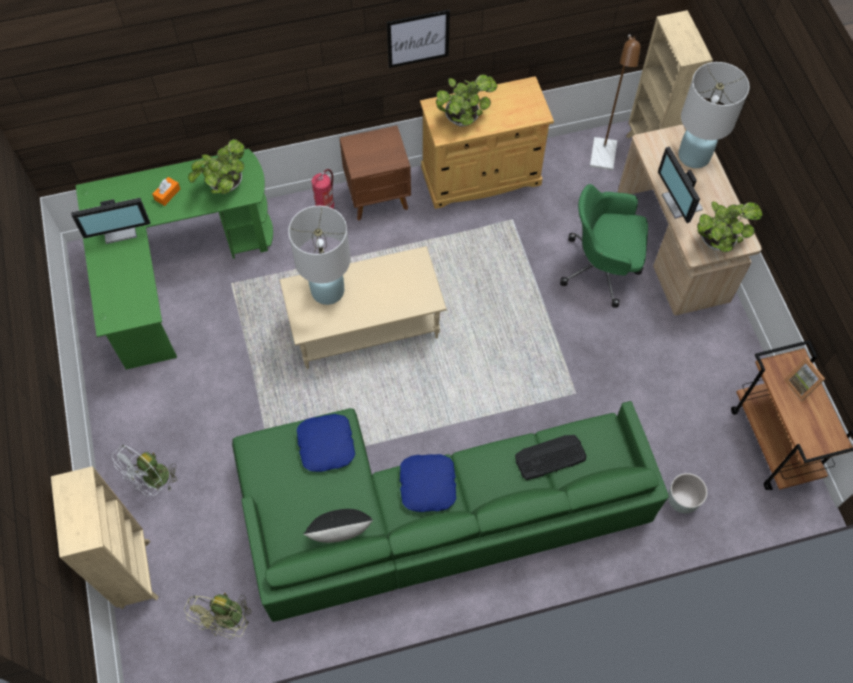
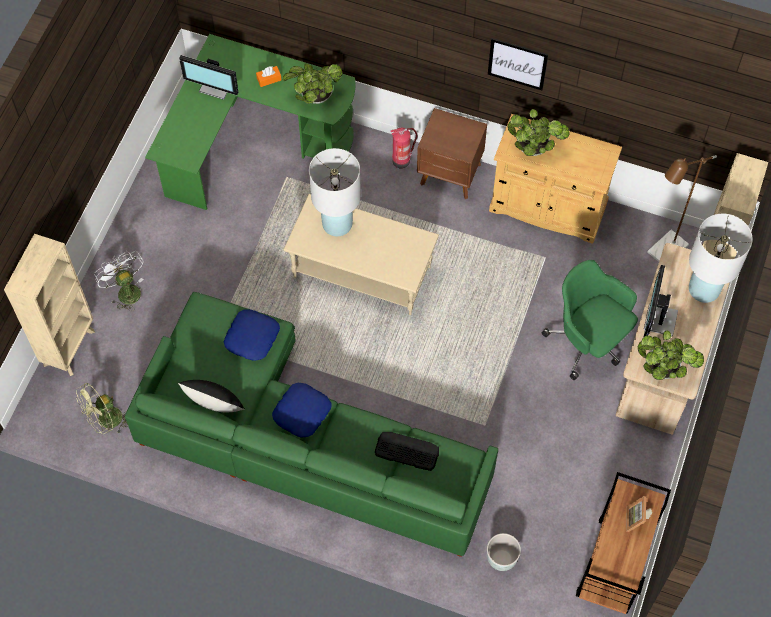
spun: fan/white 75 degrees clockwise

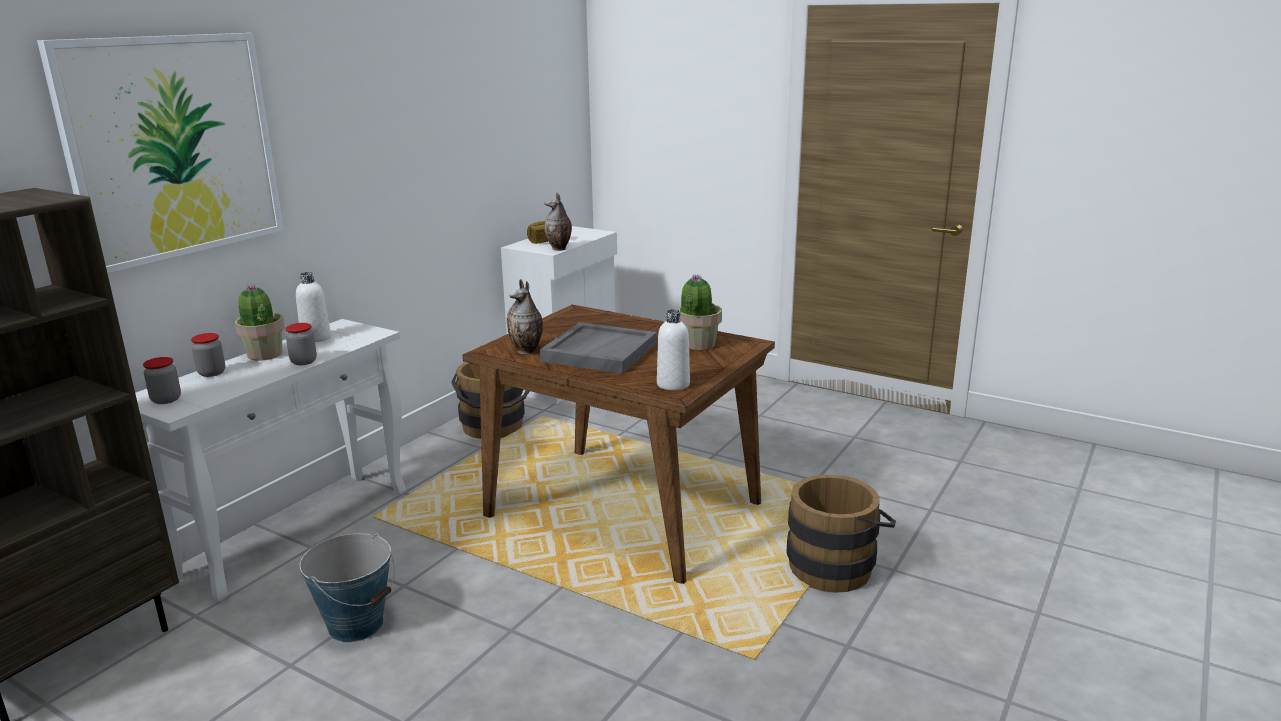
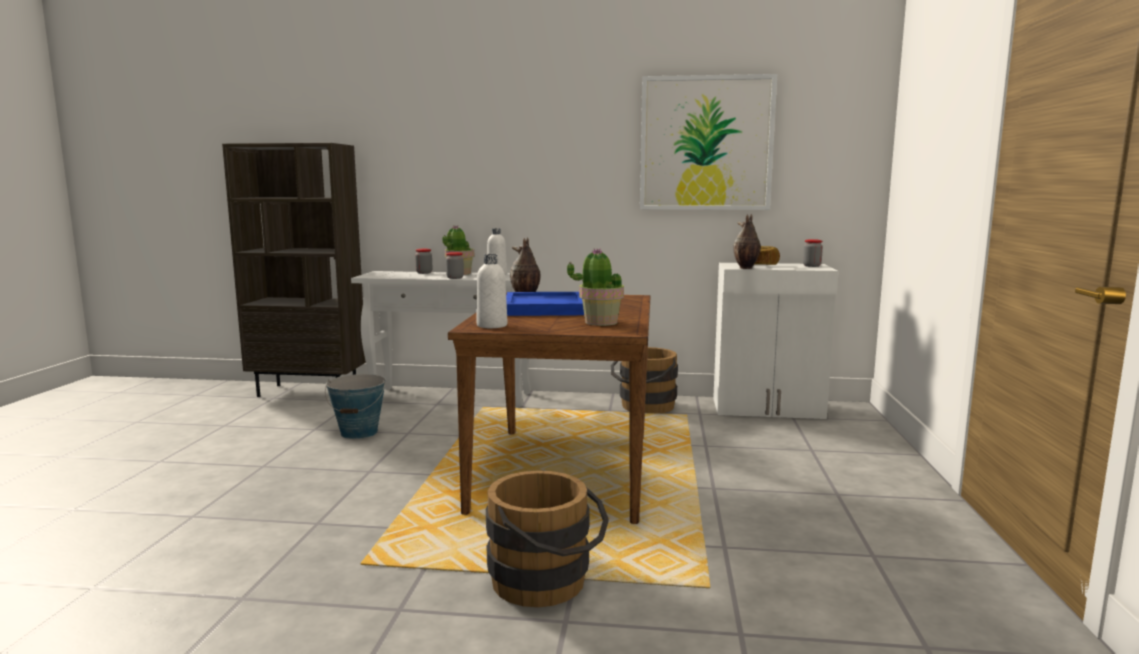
relocated: picture; jar (no. 1 from left in the first image) to jar (no. 3 from left)
colour: tray/grey to tray/blue

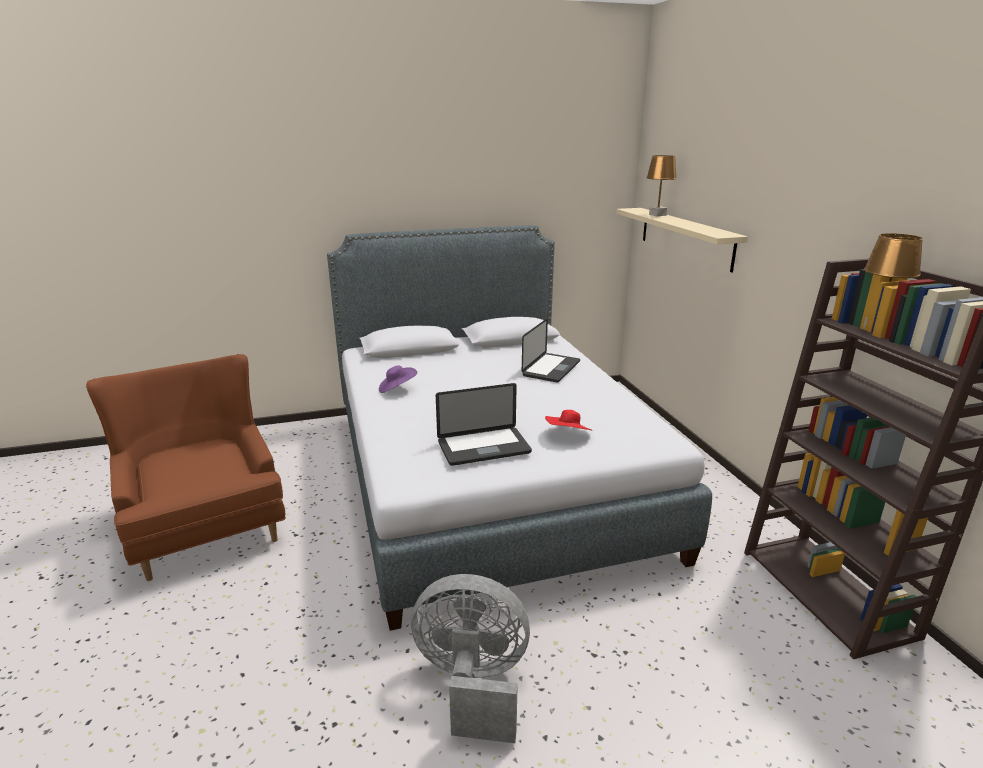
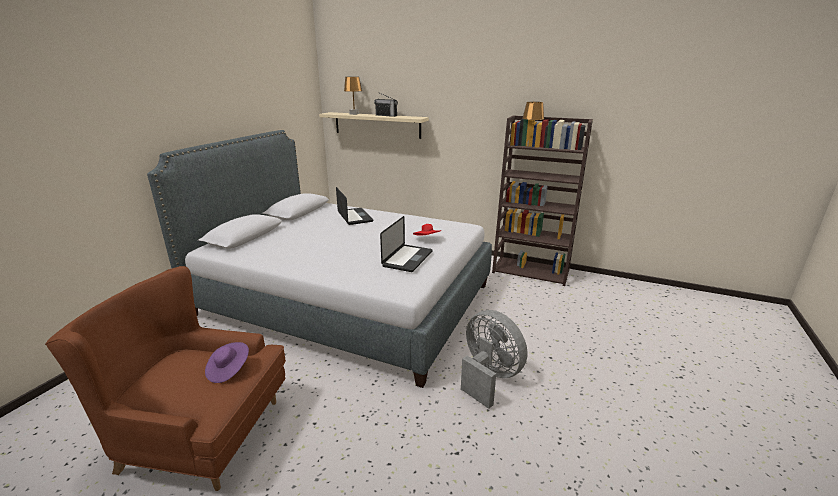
appeared: radio
relocated: hat/purple
spun: fan/grey 90 degrees clockwise

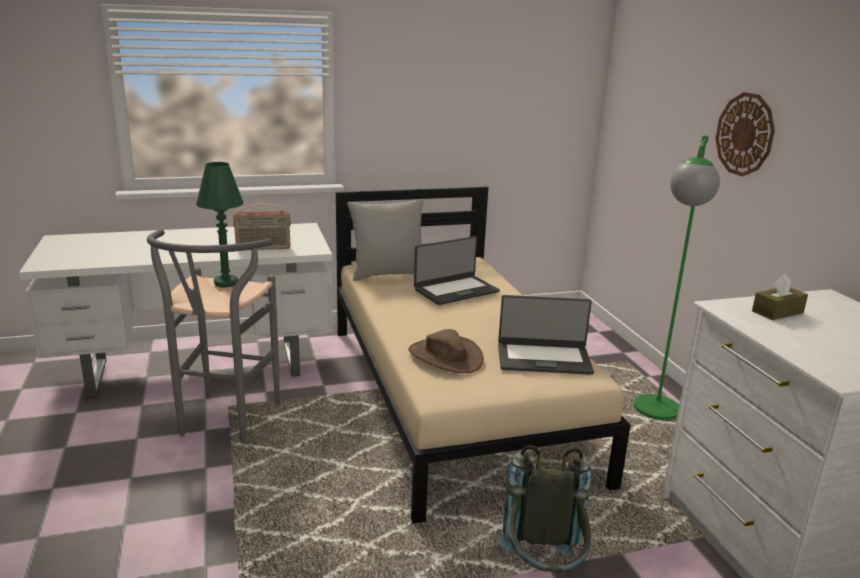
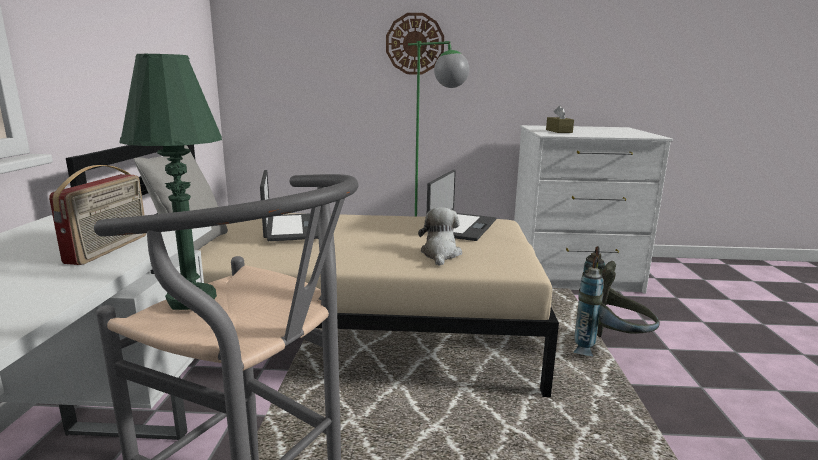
exchanged: hat/brown to plush toy

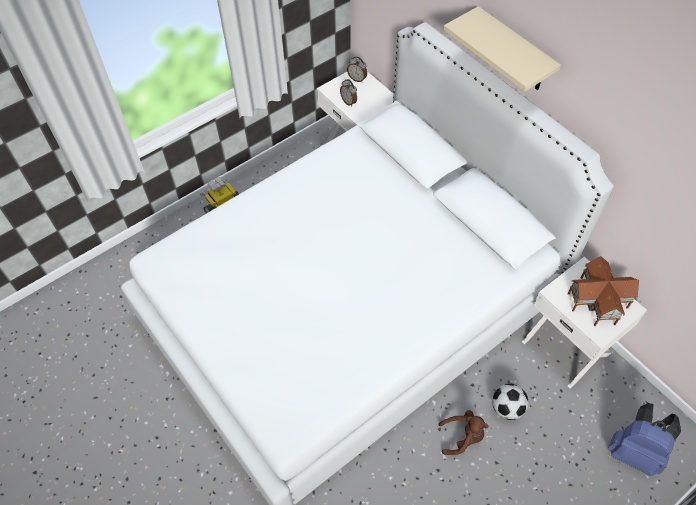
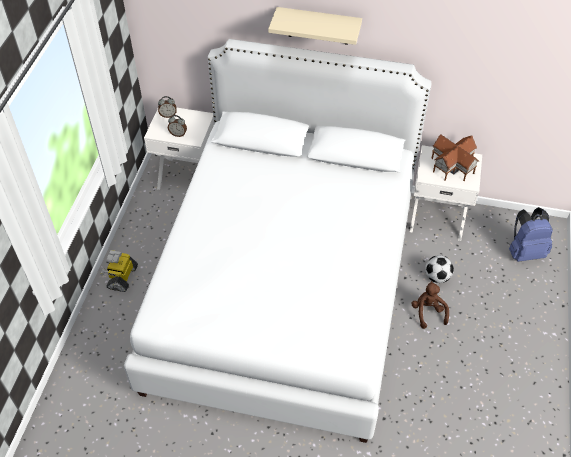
spun: plush toy/brown 60 degrees counterclockwise

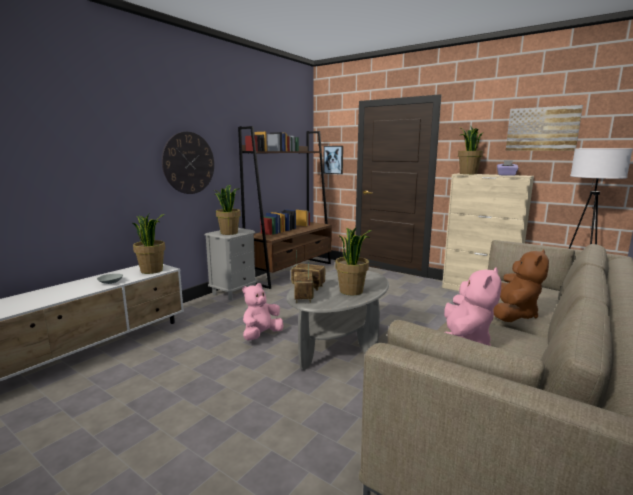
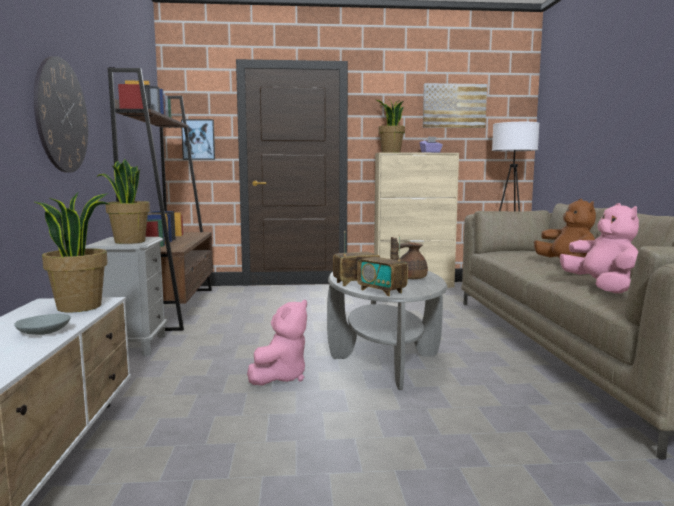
exchanged: potted plant (no. 3 from left) to teapot/brown
spun: plush toy/pink (no. 1 from left) 150 degrees counterclockwise

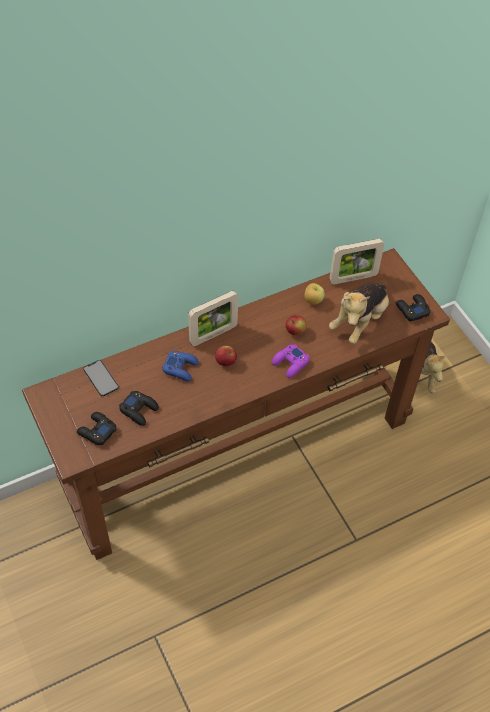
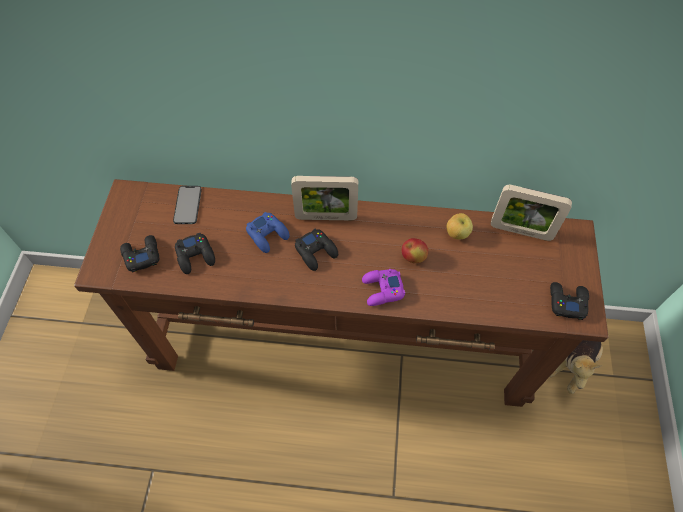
missing: plush toy (no. 1 from left)
exchanged: apple (no. 1 from left) to game controller/black (no. 3 from left)

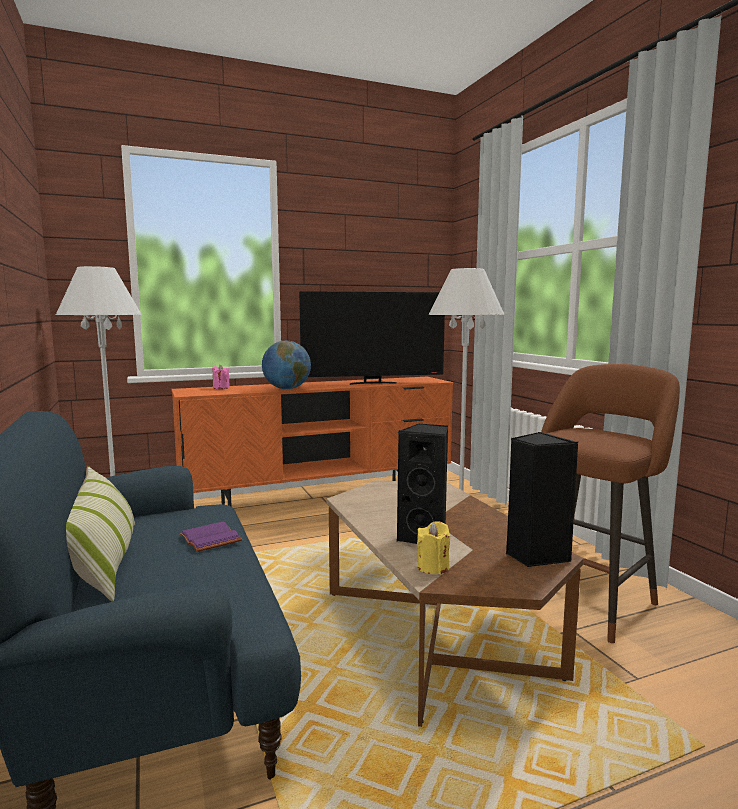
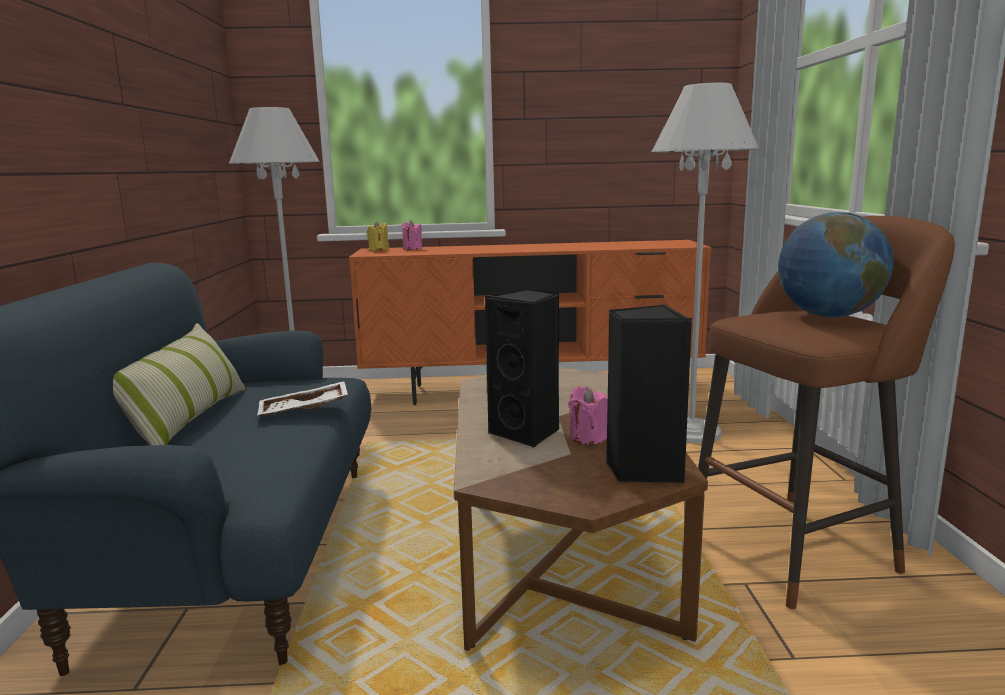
missing: television
appeared: candle/pink (no. 2 from left)
relocated: globe; candle/yellow
exchanged: book/purple to tray/white

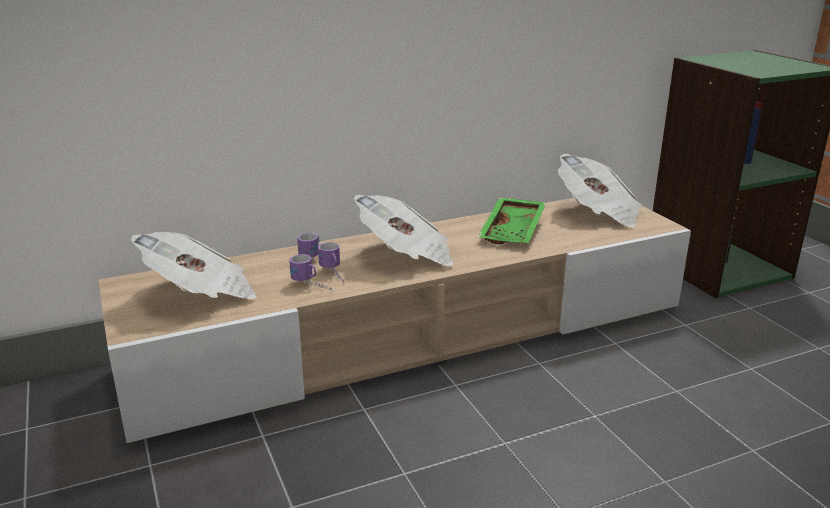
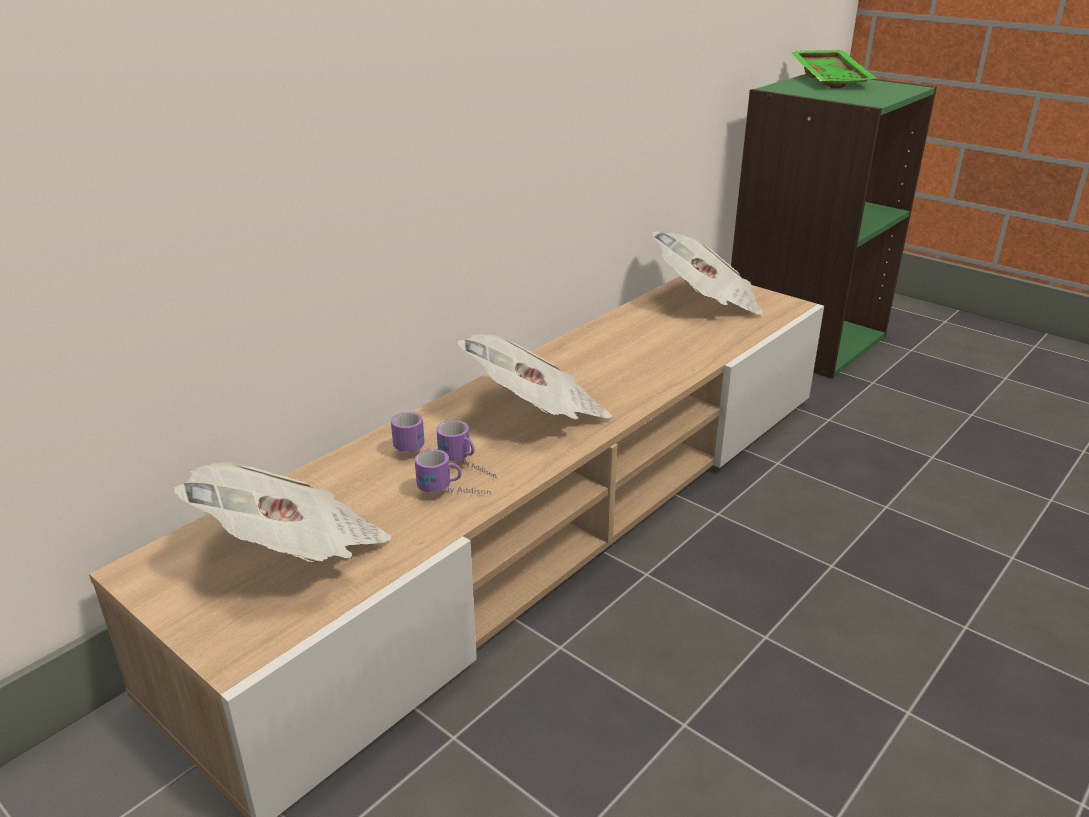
relocated: tray/green

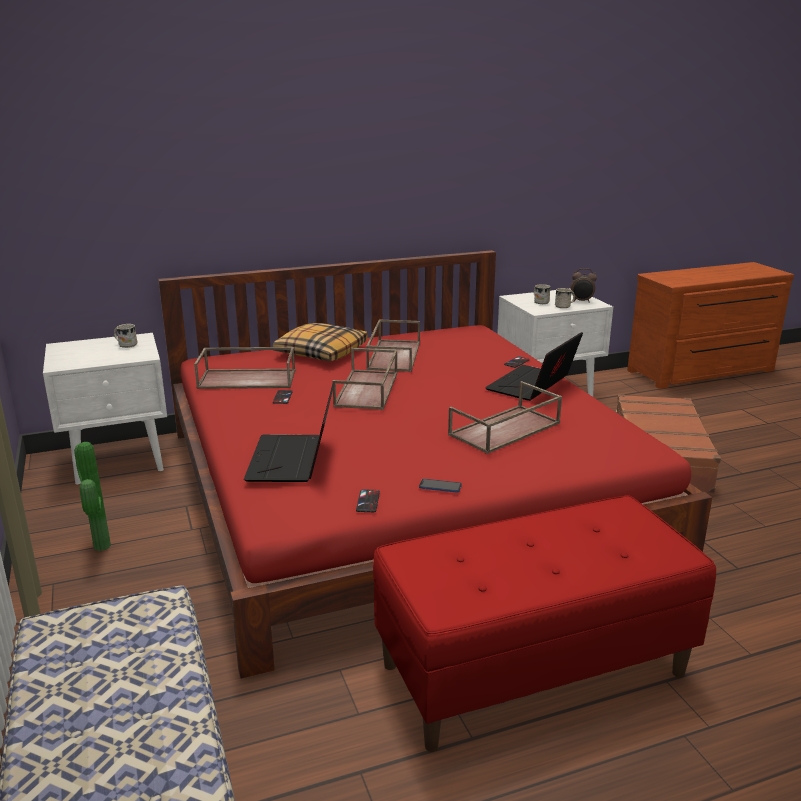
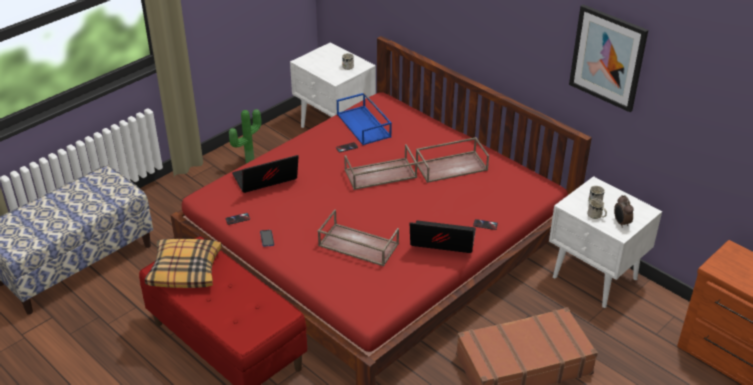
appeared: picture
relocated: pillow
colour: tray/brown (no. 1 from left) to tray/blue

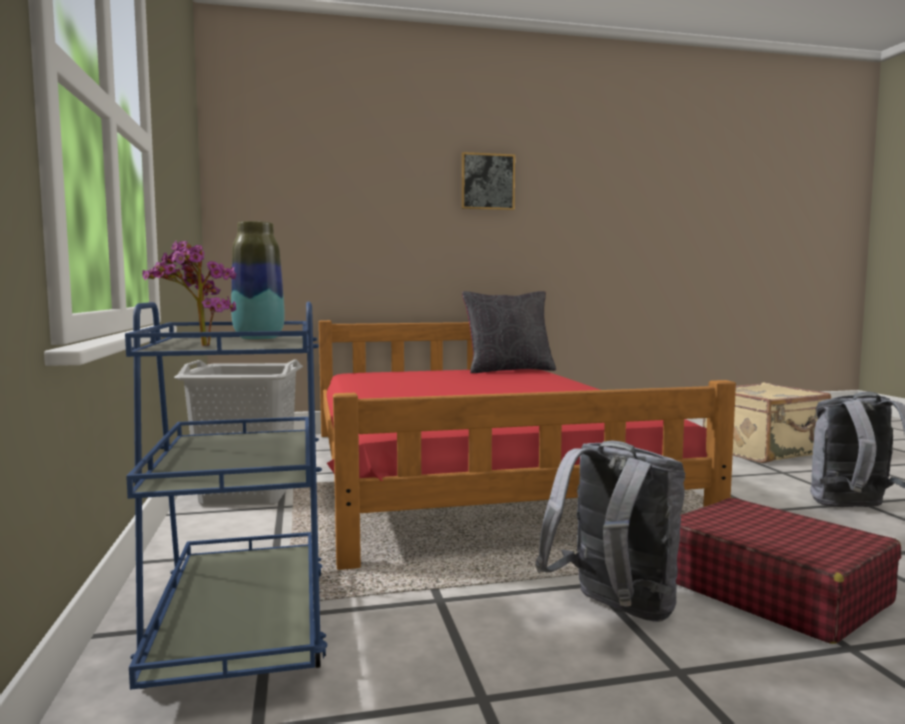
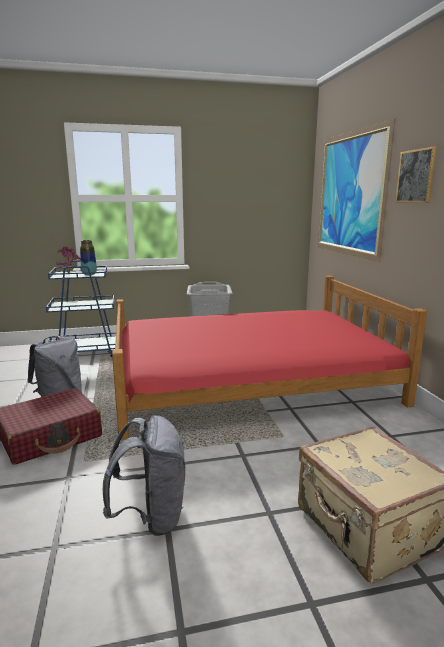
missing: pillow/black
appeared: picture (no. 1 from left)

